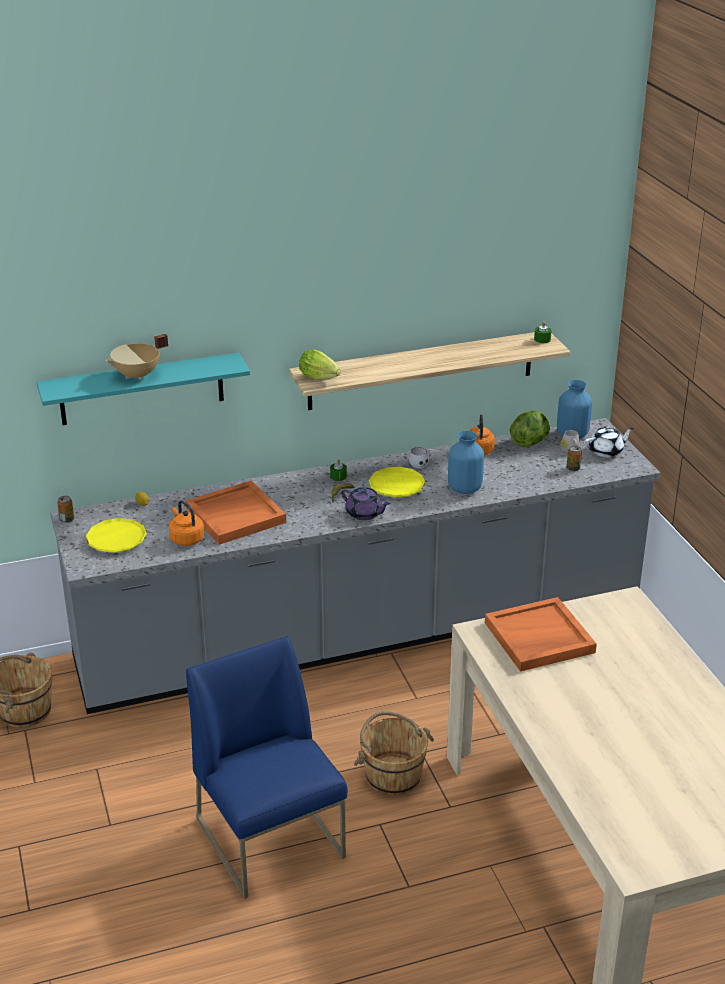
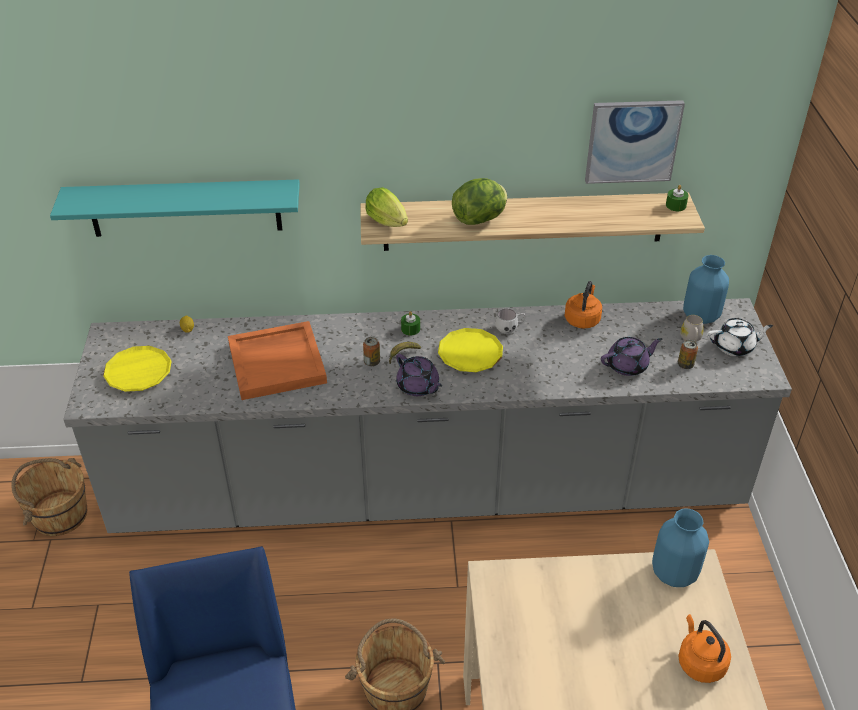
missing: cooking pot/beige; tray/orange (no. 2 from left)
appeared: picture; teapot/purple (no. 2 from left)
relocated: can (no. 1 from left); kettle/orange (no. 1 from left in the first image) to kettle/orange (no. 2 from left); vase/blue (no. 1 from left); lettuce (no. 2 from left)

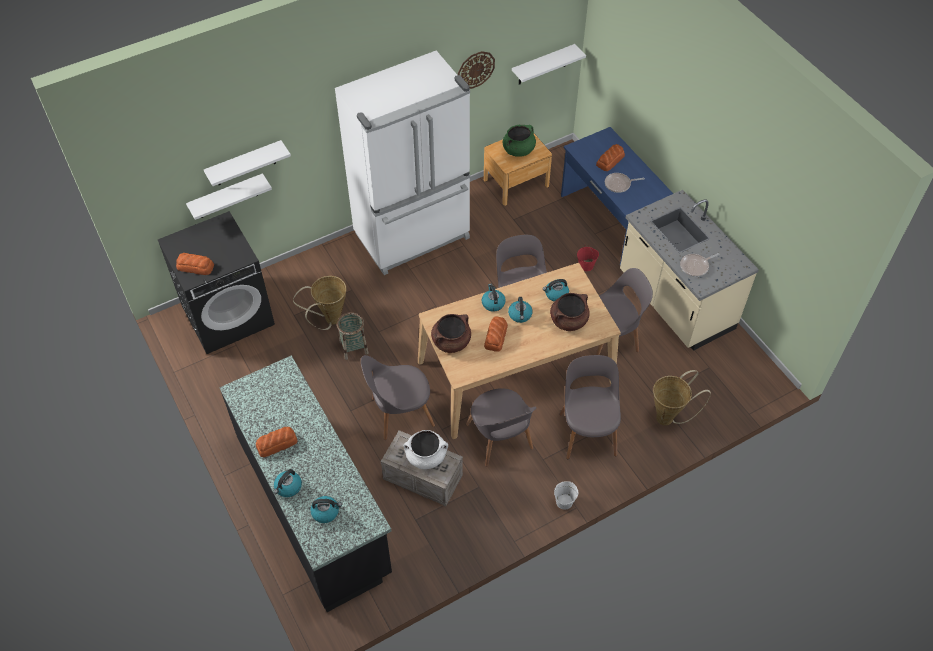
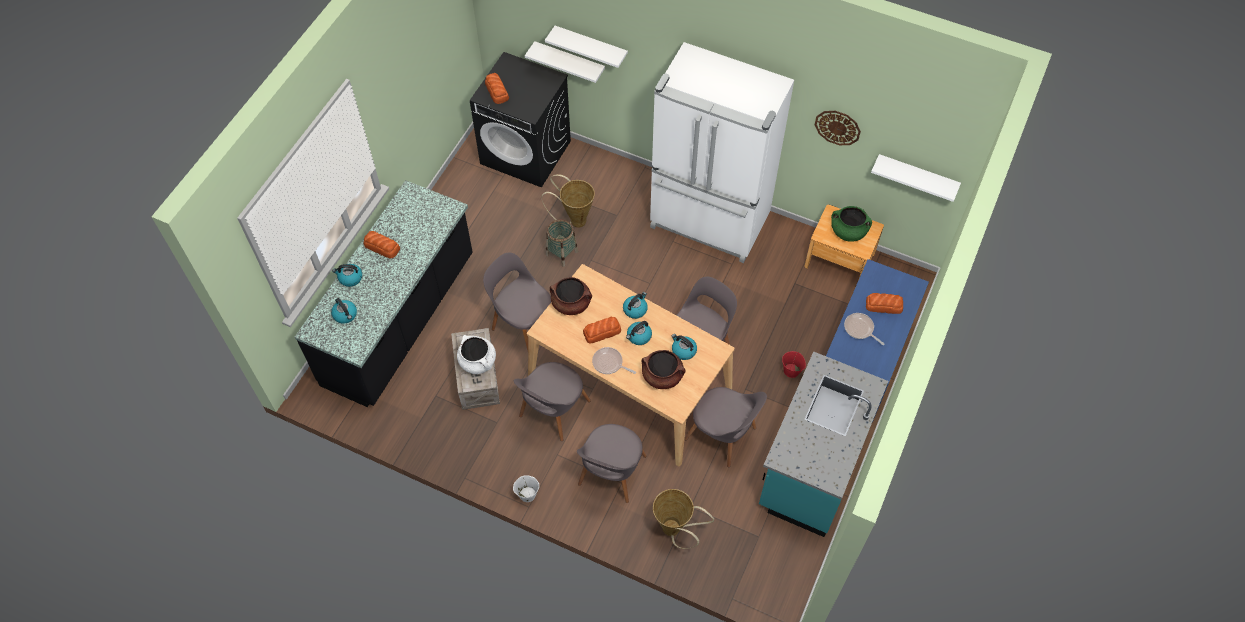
relocated: frying pan (no. 2 from left in the first image) to frying pan (no. 1 from left)
colour: counter/beige to counter/turquoise
spun: chair/grey (no. 4 from left in the first image) 150 degrees clockwise

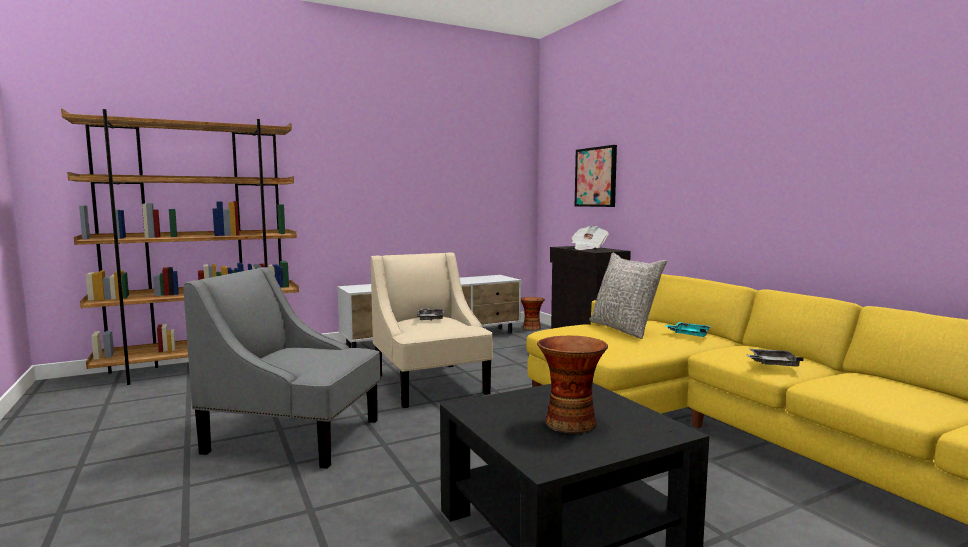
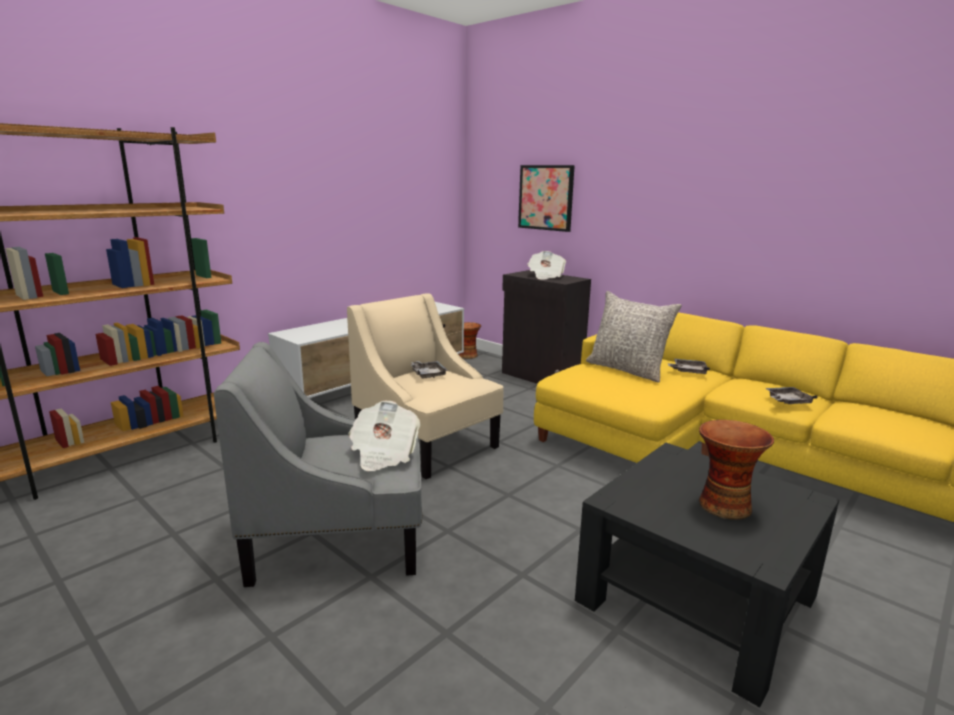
appeared: newspaper (no. 1 from left)
colour: tray/turquoise to tray/grey (no. 2 from left)

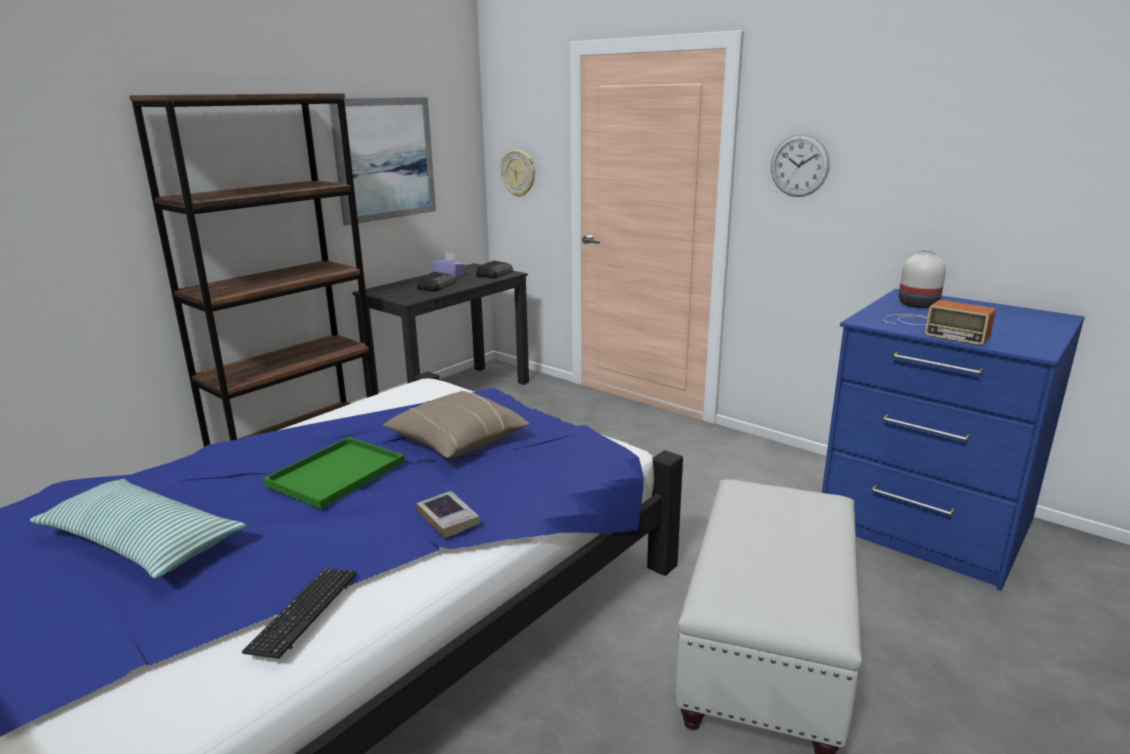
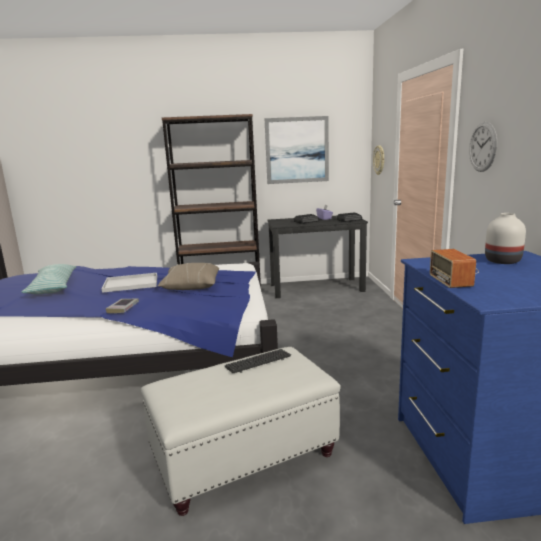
relocated: keyboard
colour: tray/green to tray/white

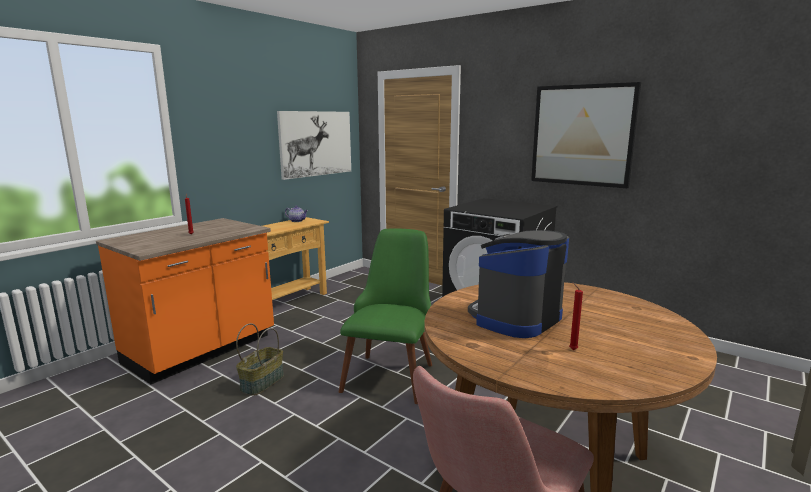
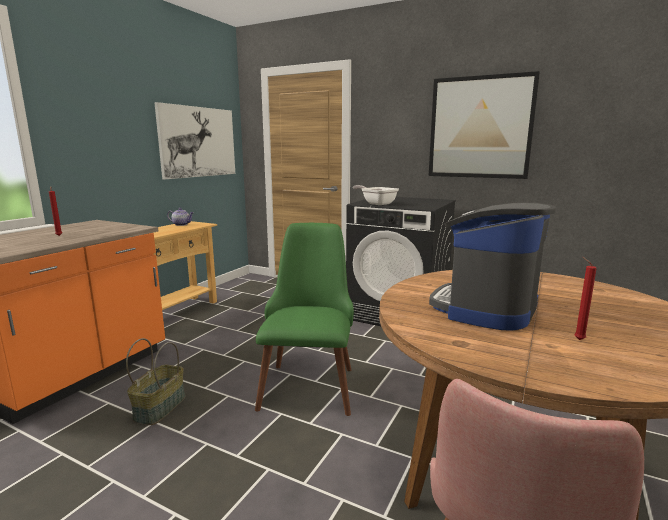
appeared: frying pan

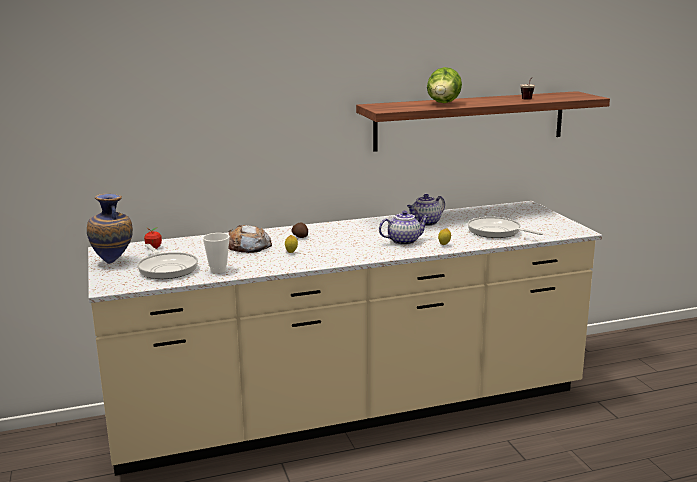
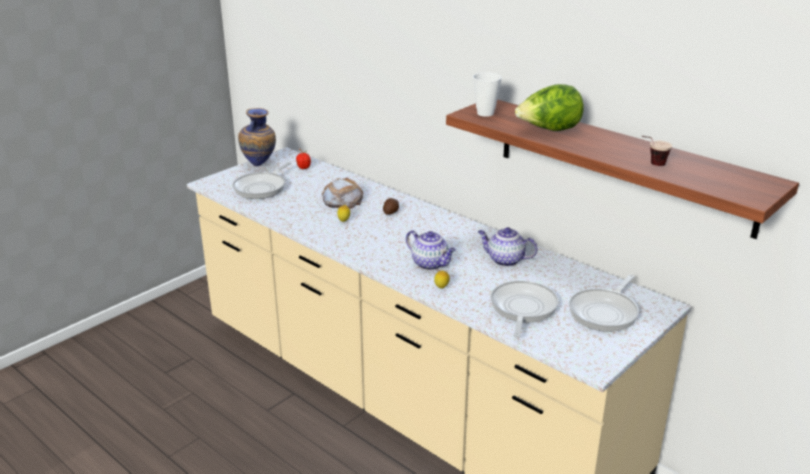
appeared: frying pan (no. 3 from left)
relocated: cup (no. 1 from left)

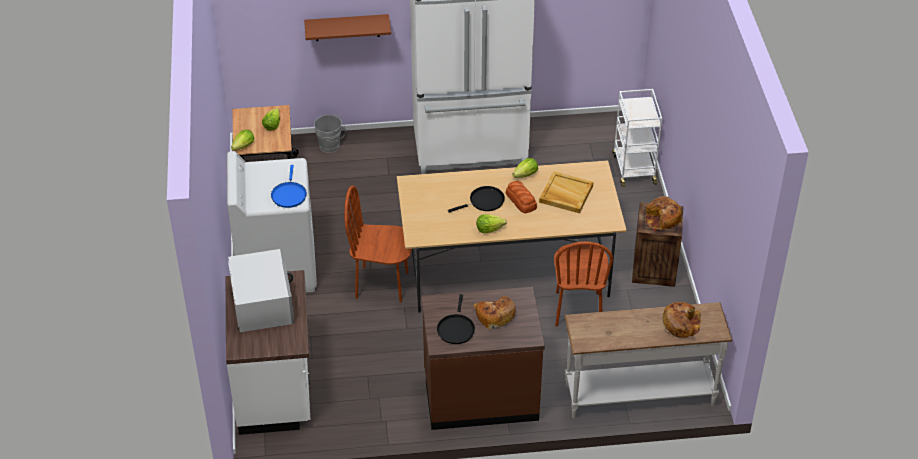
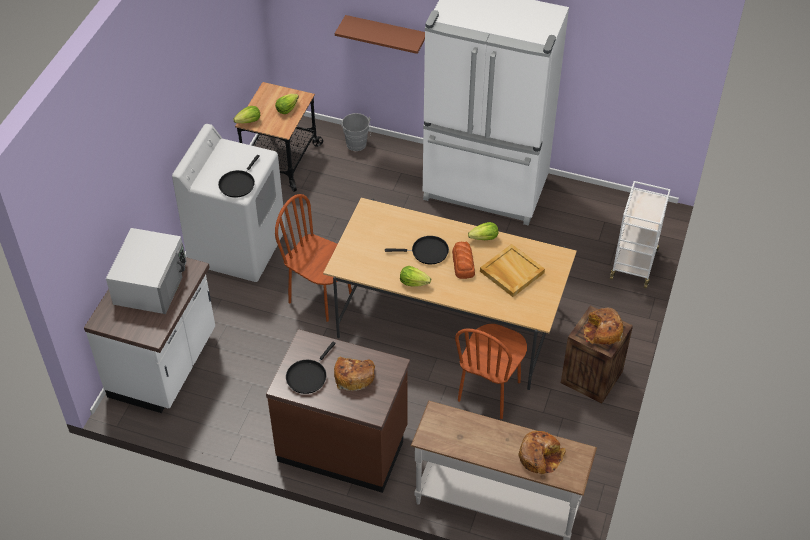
colour: frying pan/blue to frying pan/black (no. 1 from left)

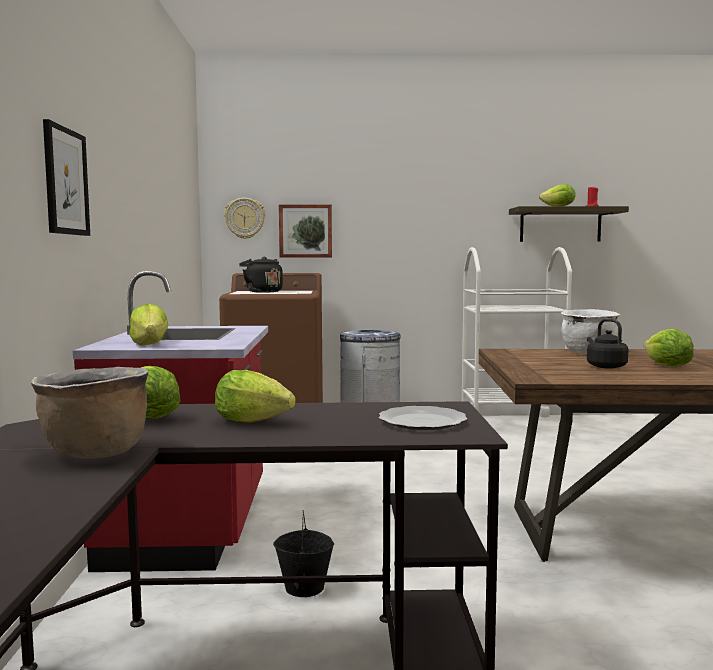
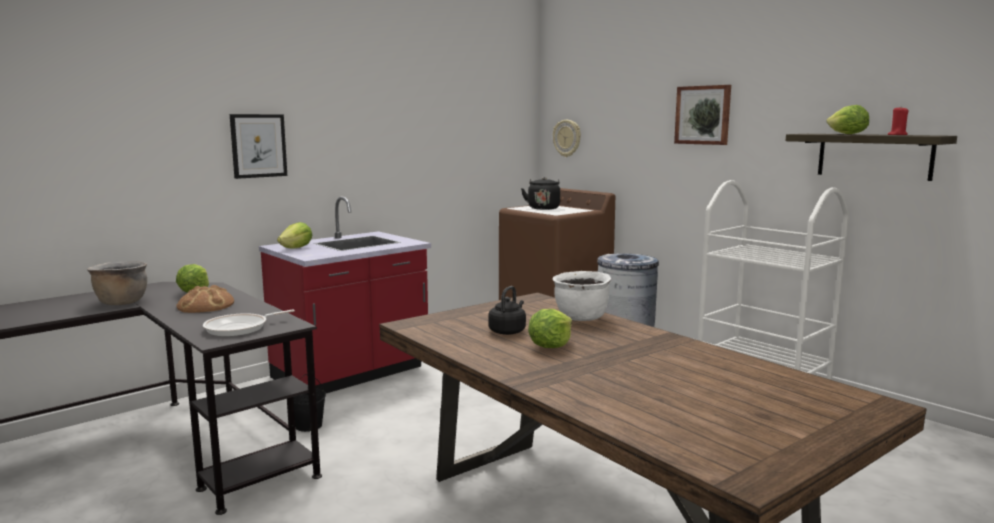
relocated: picture (no. 2 from left)
exchanged: lettuce (no. 3 from left) to bread; plate to frying pan

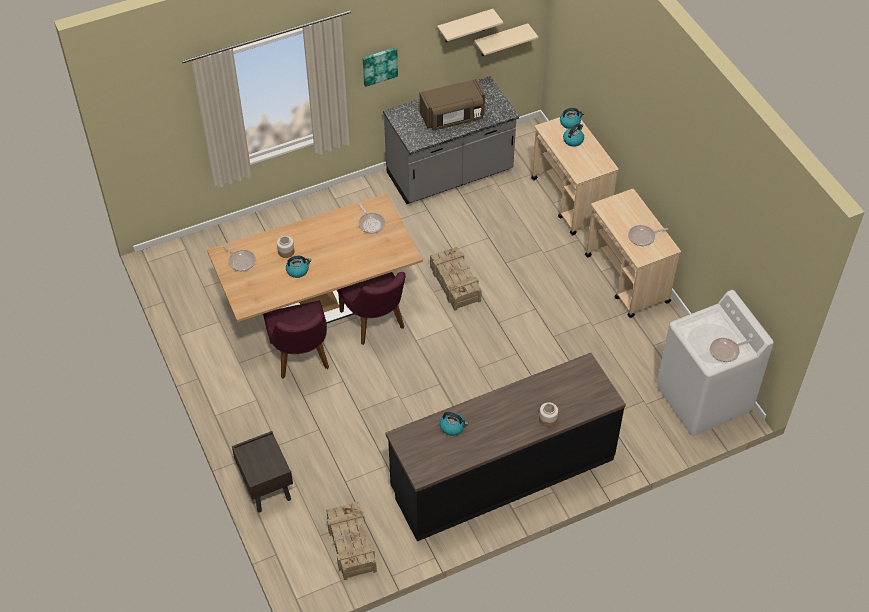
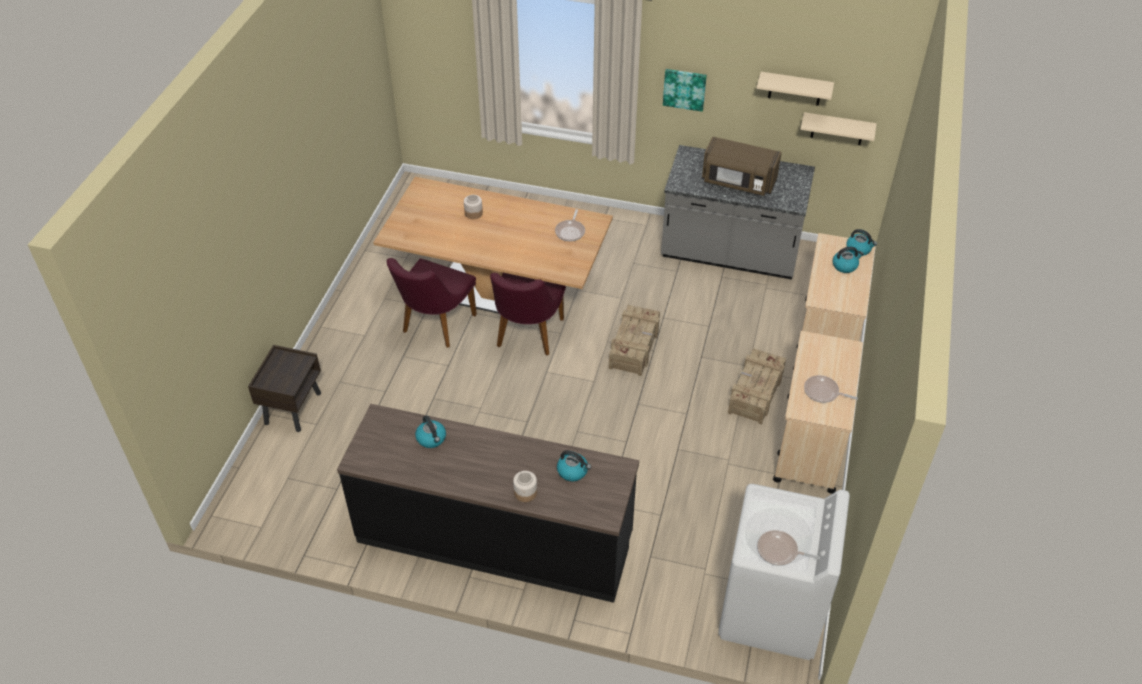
missing: frying pan (no. 1 from left)
relocated: kettle (no. 1 from left in the first image) to kettle (no. 2 from left); crate (no. 1 from left in the first image) to crate (no. 2 from left)

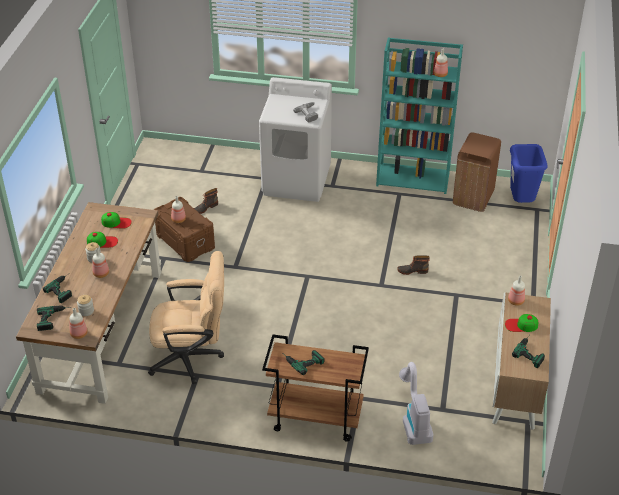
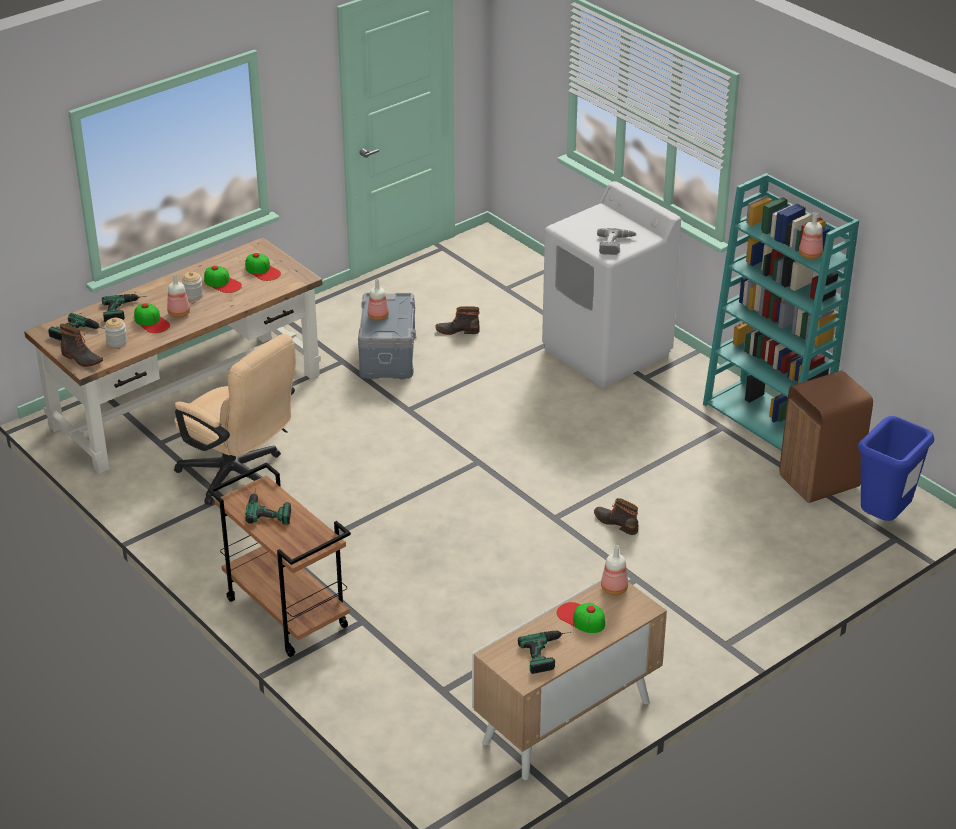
missing: vacuum cleaner
appeared: cap (no. 1 from left)
exchanged: bottle (no. 1 from left) to boot (no. 1 from left)
colour: storage box/brown to storage box/grey

